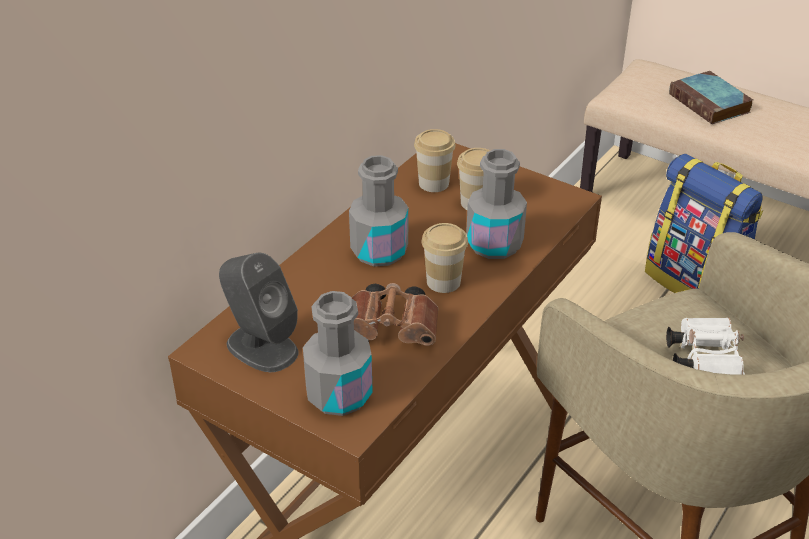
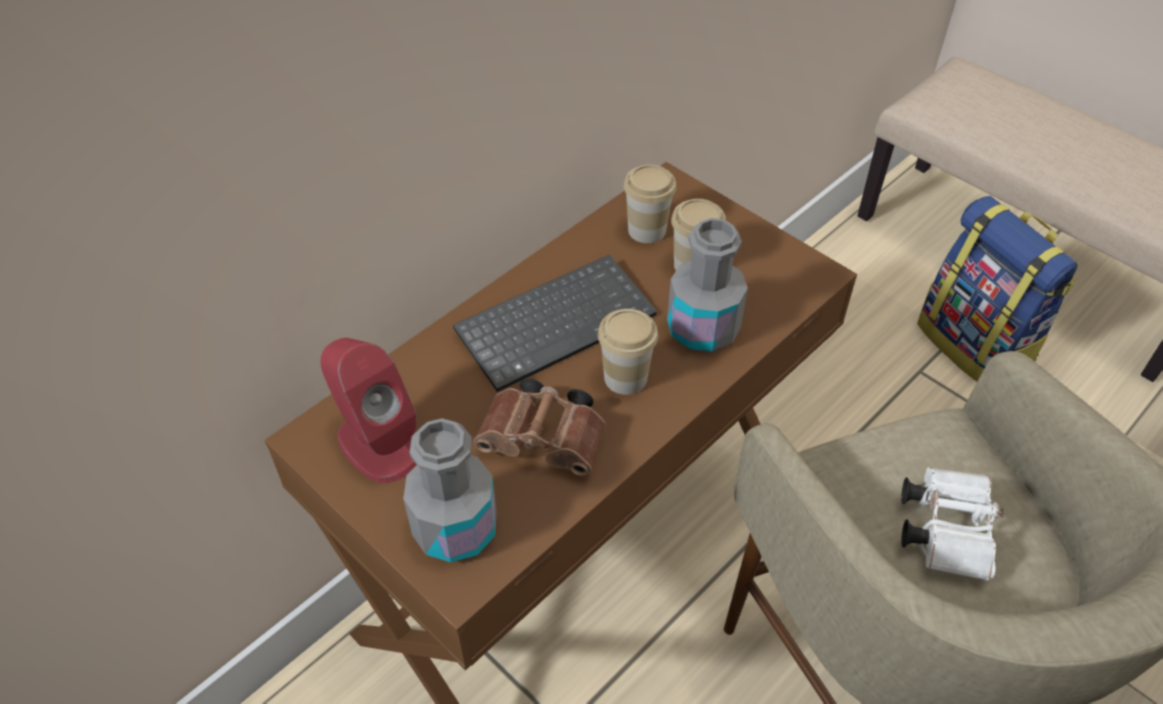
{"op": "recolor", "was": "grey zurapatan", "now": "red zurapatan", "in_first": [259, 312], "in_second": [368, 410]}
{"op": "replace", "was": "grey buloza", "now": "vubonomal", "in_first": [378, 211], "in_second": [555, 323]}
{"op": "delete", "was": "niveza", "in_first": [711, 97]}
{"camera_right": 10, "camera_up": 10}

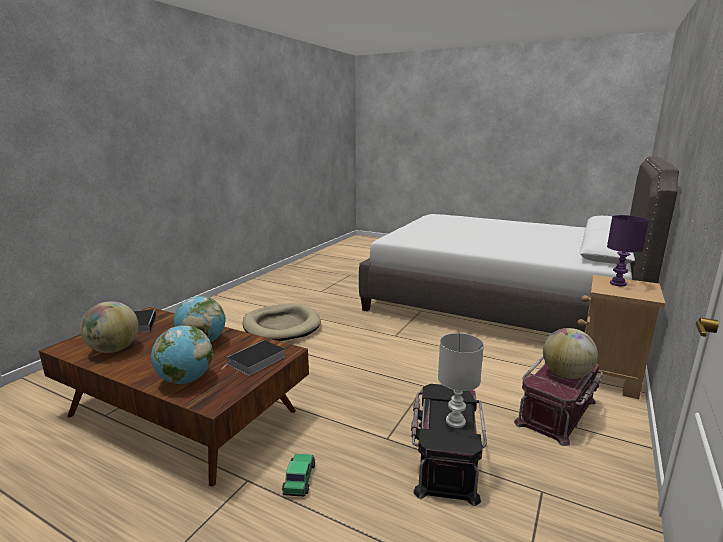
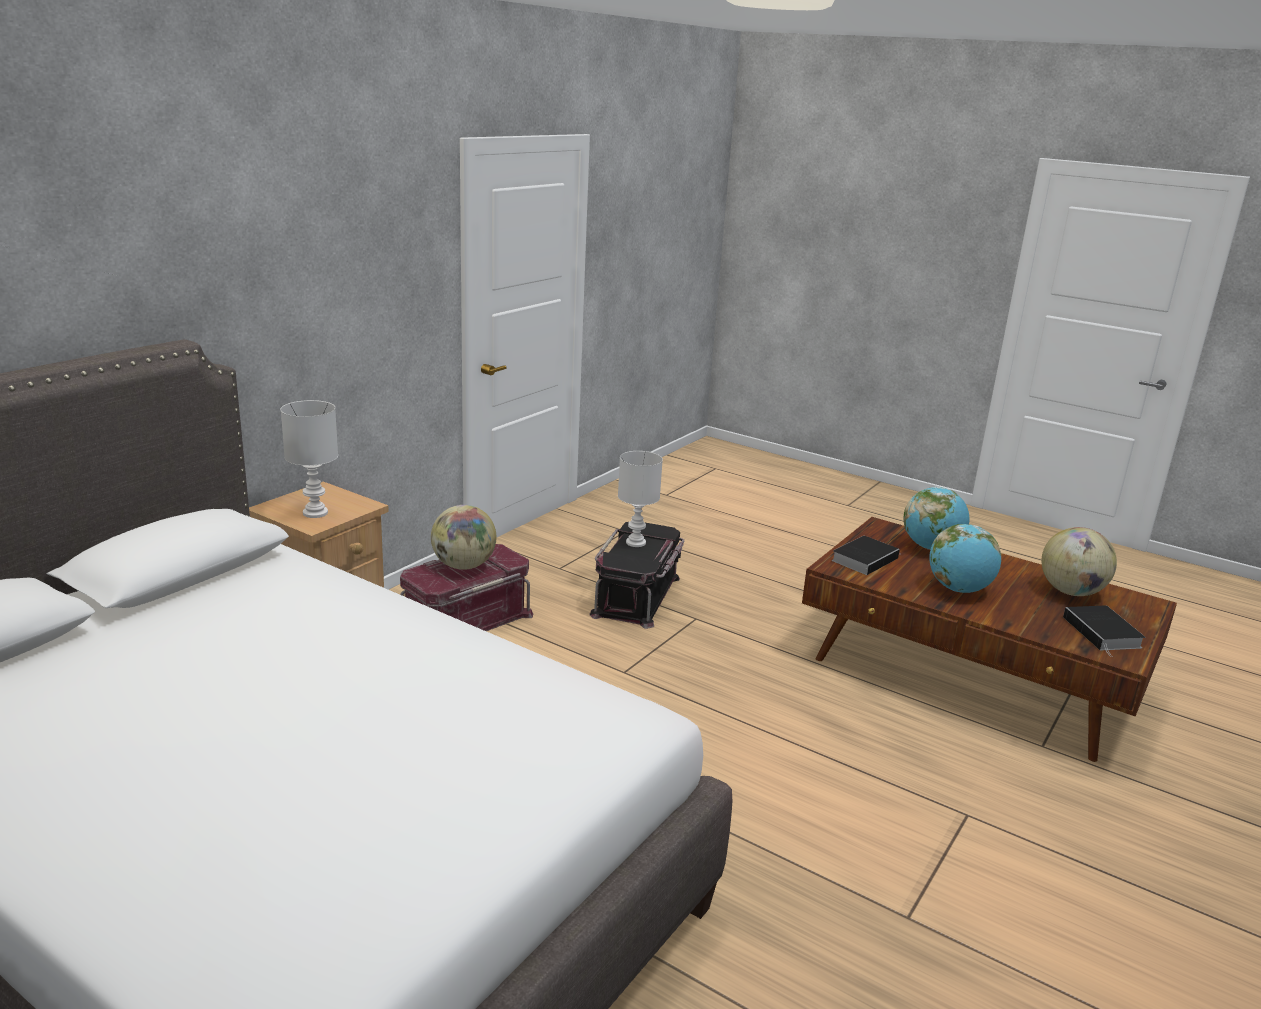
{"op": "delete", "was": "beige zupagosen", "in_first": [282, 322]}
{"op": "delete", "was": "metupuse", "in_first": [298, 475]}
{"op": "recolor", "was": "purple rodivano", "now": "white rodivano", "in_first": [628, 250], "in_second": [309, 459]}
{"camera_right": -175, "camera_up": 5}

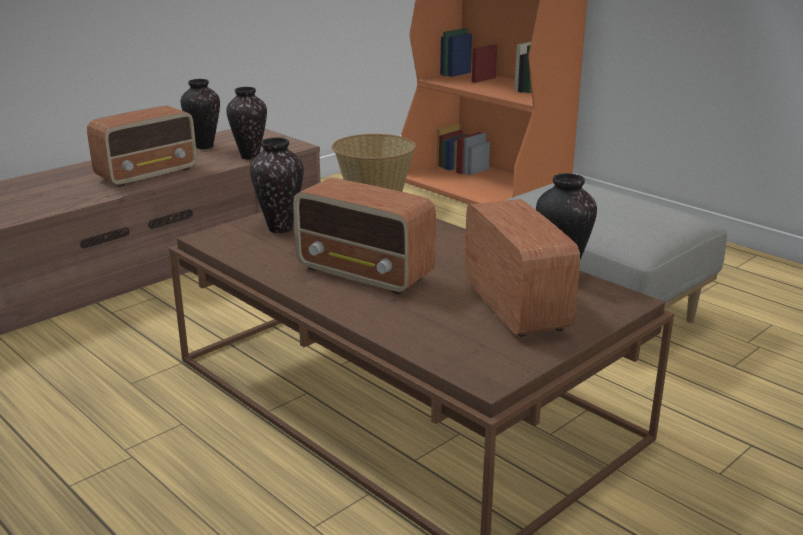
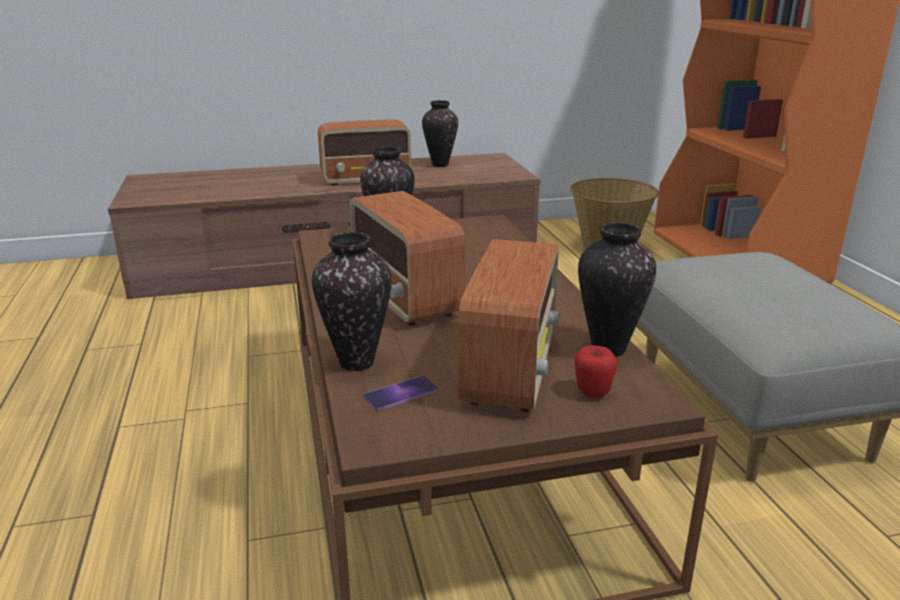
{"op": "move", "was": "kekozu", "in_first": [246, 123], "in_second": [352, 301]}
{"op": "insert", "now": "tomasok", "in_second": [400, 393]}
{"op": "insert", "now": "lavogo", "in_second": [596, 371]}
{"camera_right": 30, "camera_up": 0}

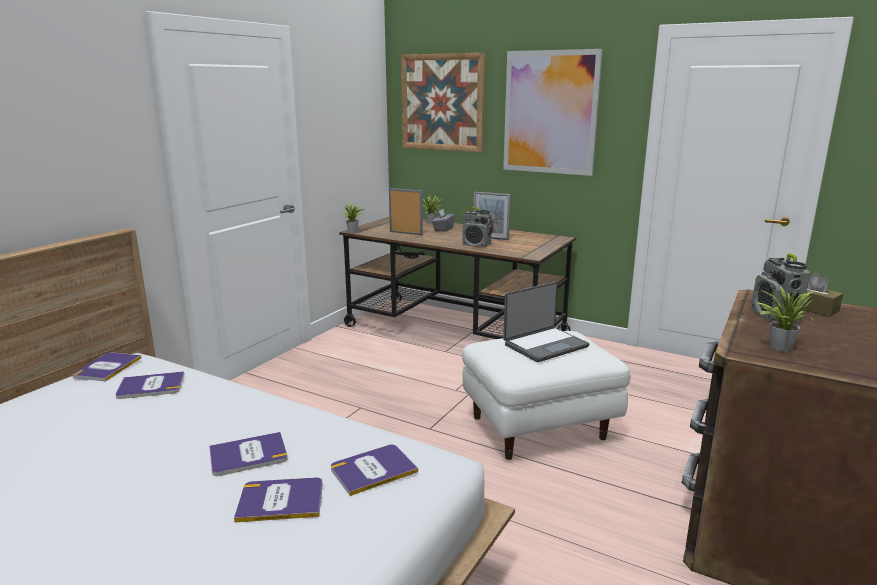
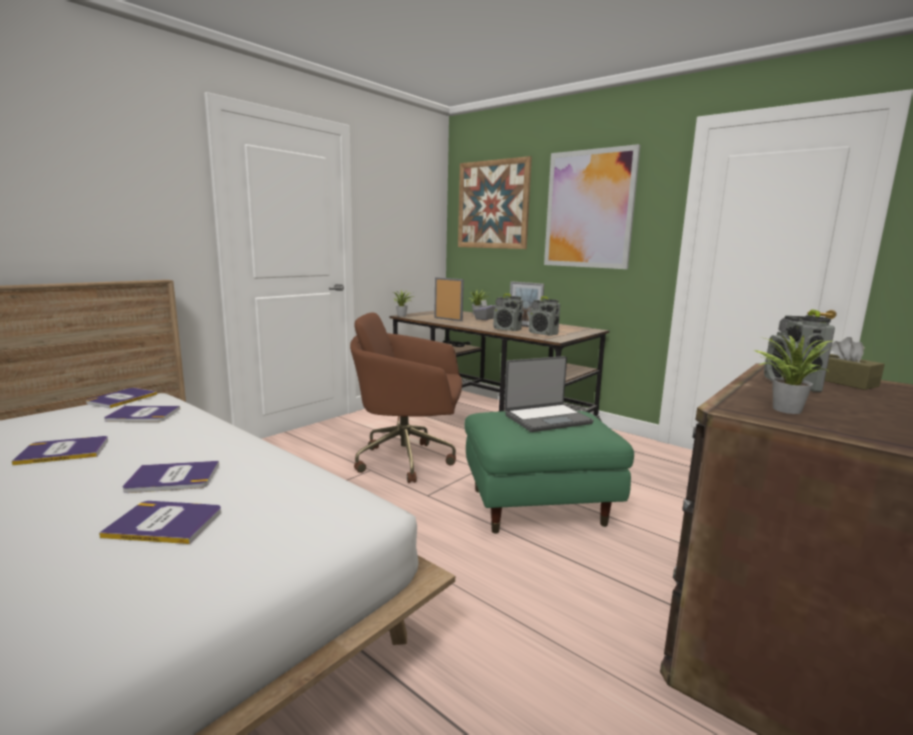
{"op": "move", "was": "niveza", "in_first": [374, 470], "in_second": [60, 450]}
{"op": "recolor", "was": "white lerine", "now": "green lerine", "in_first": [546, 395], "in_second": [549, 472]}
{"op": "insert", "now": "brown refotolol", "in_second": [406, 397]}
{"op": "insert", "now": "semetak", "in_second": [544, 316]}
{"camera_right": 10, "camera_up": -5}

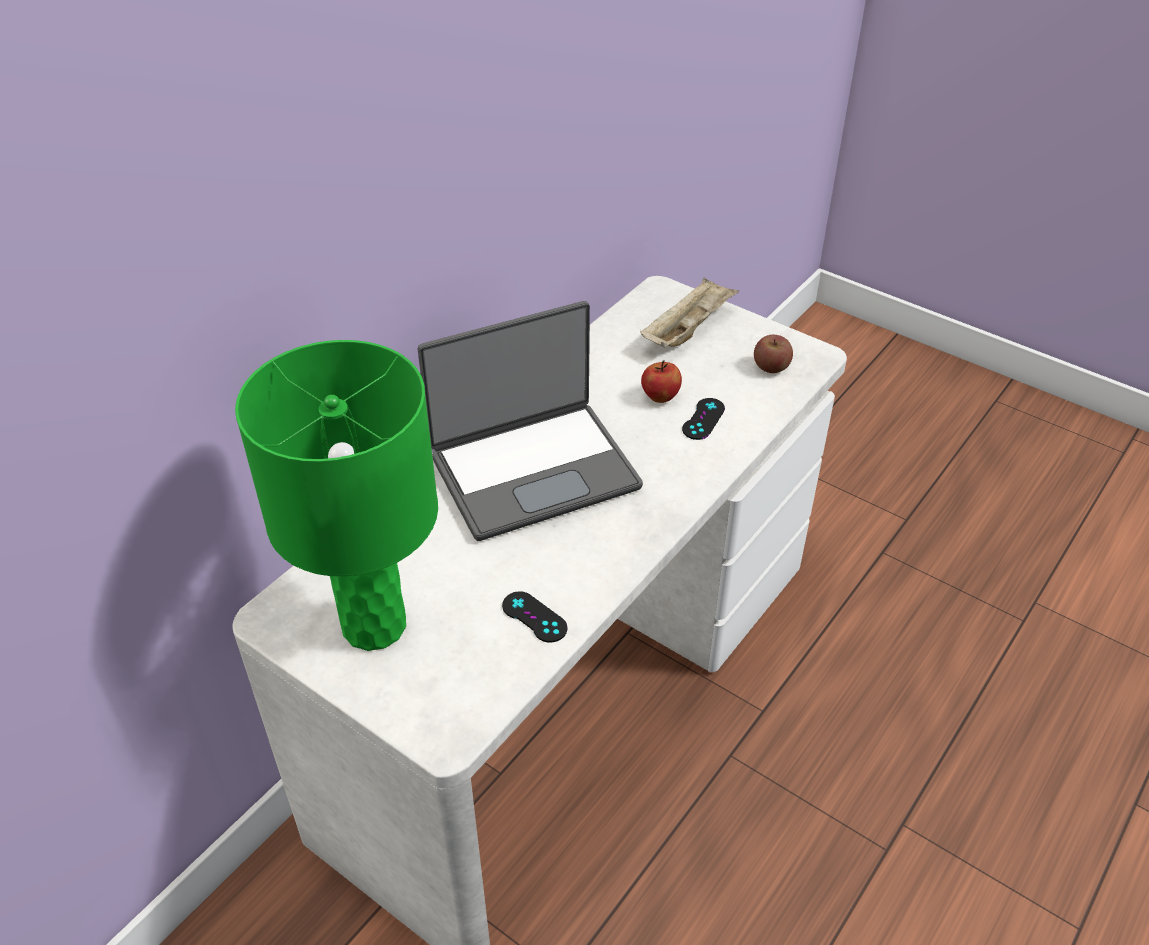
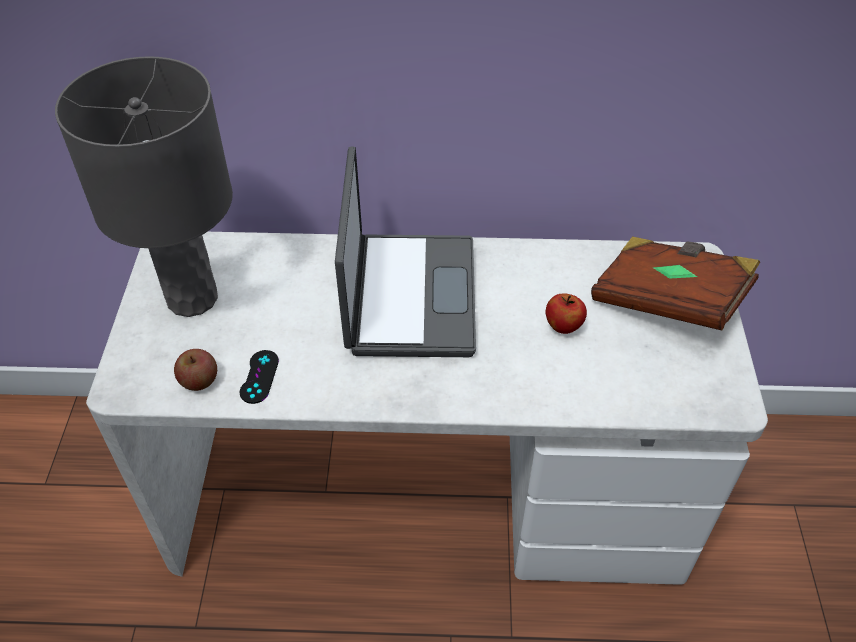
{"op": "recolor", "was": "green rodivano", "now": "grey rodivano", "in_first": [336, 495], "in_second": [144, 186]}
{"op": "rotate", "was": "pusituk", "in_first": [530, 421], "in_second": [405, 251], "clockwise": -120}
{"op": "replace", "was": "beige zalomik", "now": "brown niveza", "in_first": [689, 313], "in_second": [675, 283]}
{"op": "delete", "was": "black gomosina", "in_first": [703, 419]}
{"op": "move", "was": "lavogo", "in_first": [773, 354], "in_second": [195, 370]}
{"camera_right": 55, "camera_up": 5}

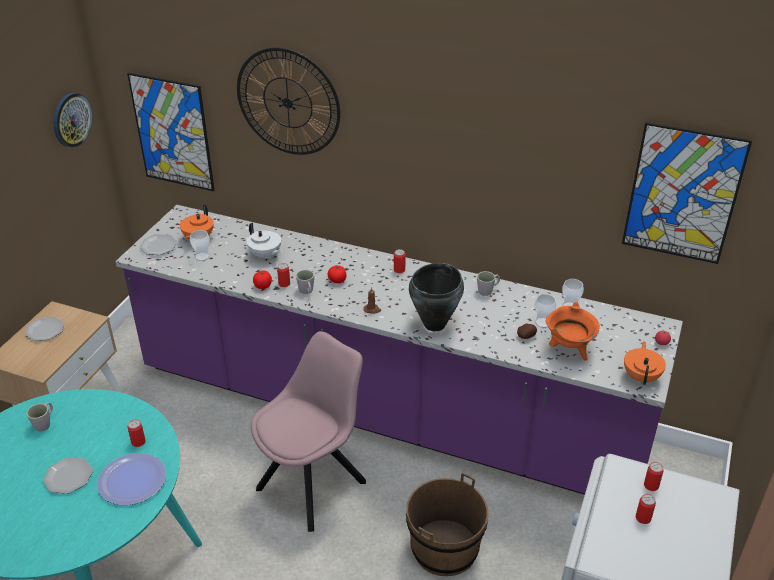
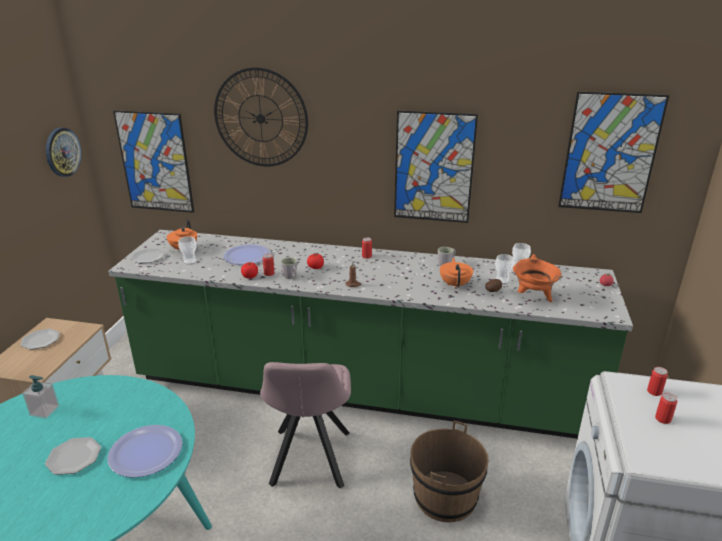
{"op": "replace", "was": "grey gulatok", "now": "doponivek", "in_first": [39, 417], "in_second": [40, 396]}
{"op": "recolor", "was": "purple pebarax", "now": "green pebarax", "in_first": [399, 350], "in_second": [371, 334]}
{"op": "delete", "was": "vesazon", "in_first": [136, 433]}
{"op": "replace", "was": "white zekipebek", "now": "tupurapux", "in_first": [264, 240], "in_second": [246, 254]}
{"op": "rotate", "was": "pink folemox", "in_first": [308, 431], "in_second": [305, 425], "clockwise": 150}
{"op": "delete", "was": "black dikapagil", "in_first": [436, 297]}
{"op": "move", "was": "orange zekipebek", "in_first": [645, 363], "in_second": [456, 273]}
{"op": "insert", "now": "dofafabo", "in_second": [436, 166]}
{"camera_right": -10, "camera_up": -10}

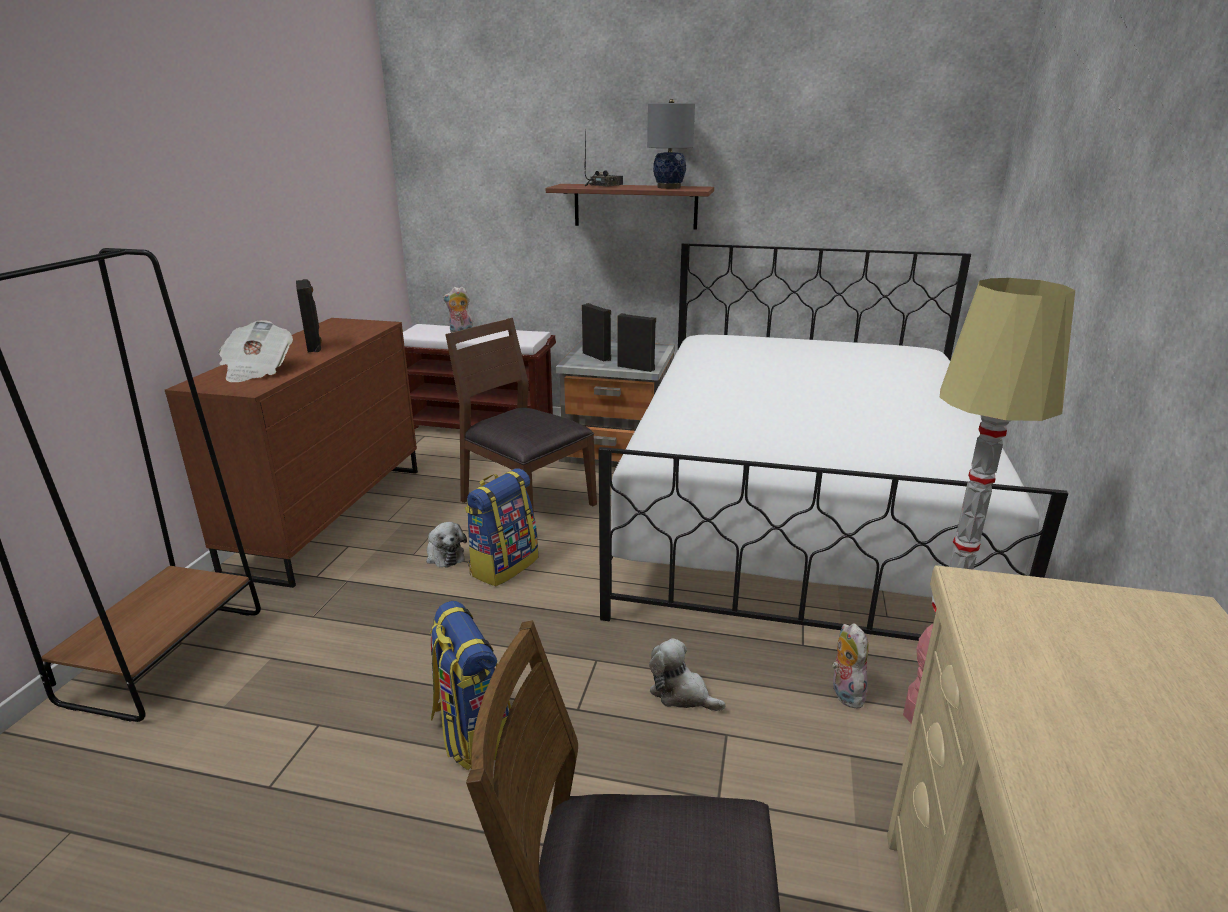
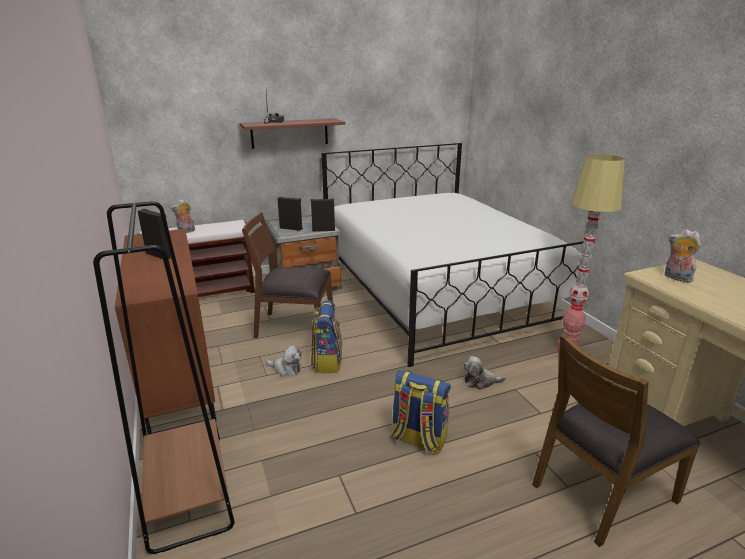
{"op": "delete", "was": "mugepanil", "in_first": [256, 351]}
{"op": "delete", "was": "grey rodivano", "in_first": [671, 144]}
{"op": "move", "was": "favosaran", "in_first": [850, 666], "in_second": [683, 256]}
{"camera_right": -35, "camera_up": 0}

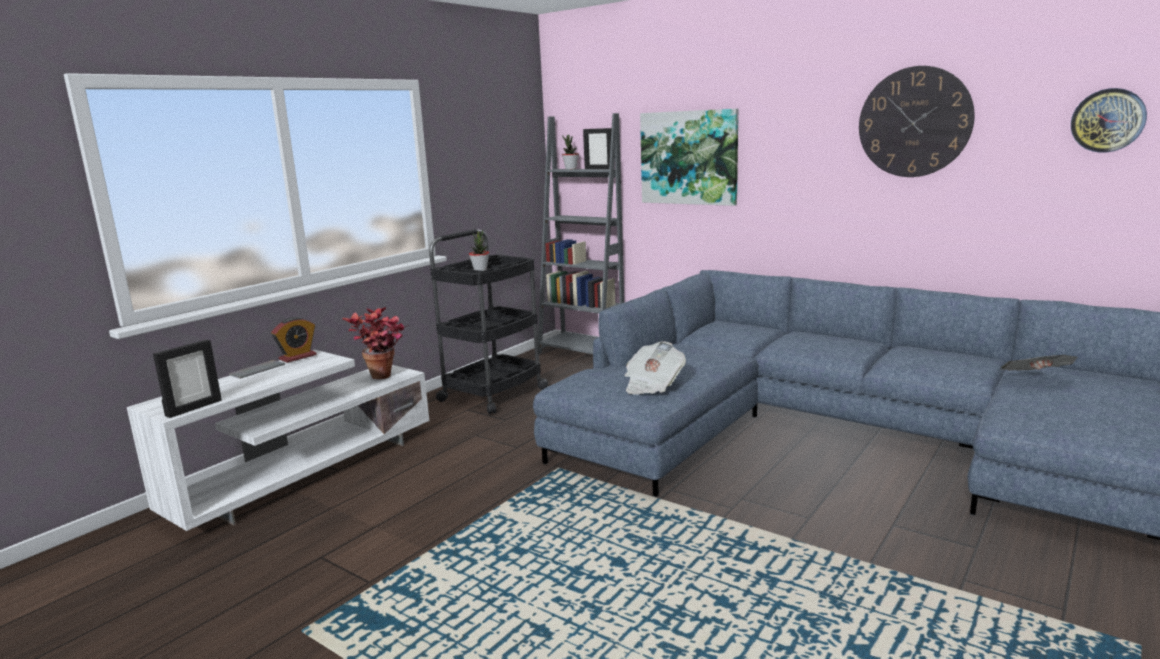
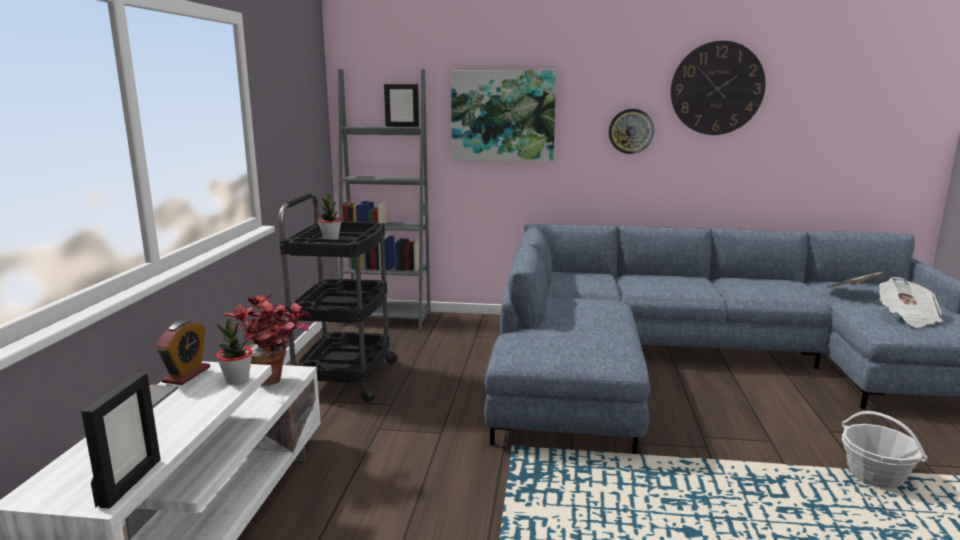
{"op": "move", "was": "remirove", "in_first": [570, 152], "in_second": [234, 352]}
{"op": "move", "was": "mugepanil", "in_first": [655, 368], "in_second": [911, 302]}
{"op": "move", "was": "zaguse", "in_first": [1109, 120], "in_second": [631, 131]}
{"op": "insert", "now": "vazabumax", "in_second": [885, 449]}
{"camera_right": -30, "camera_up": 0}

